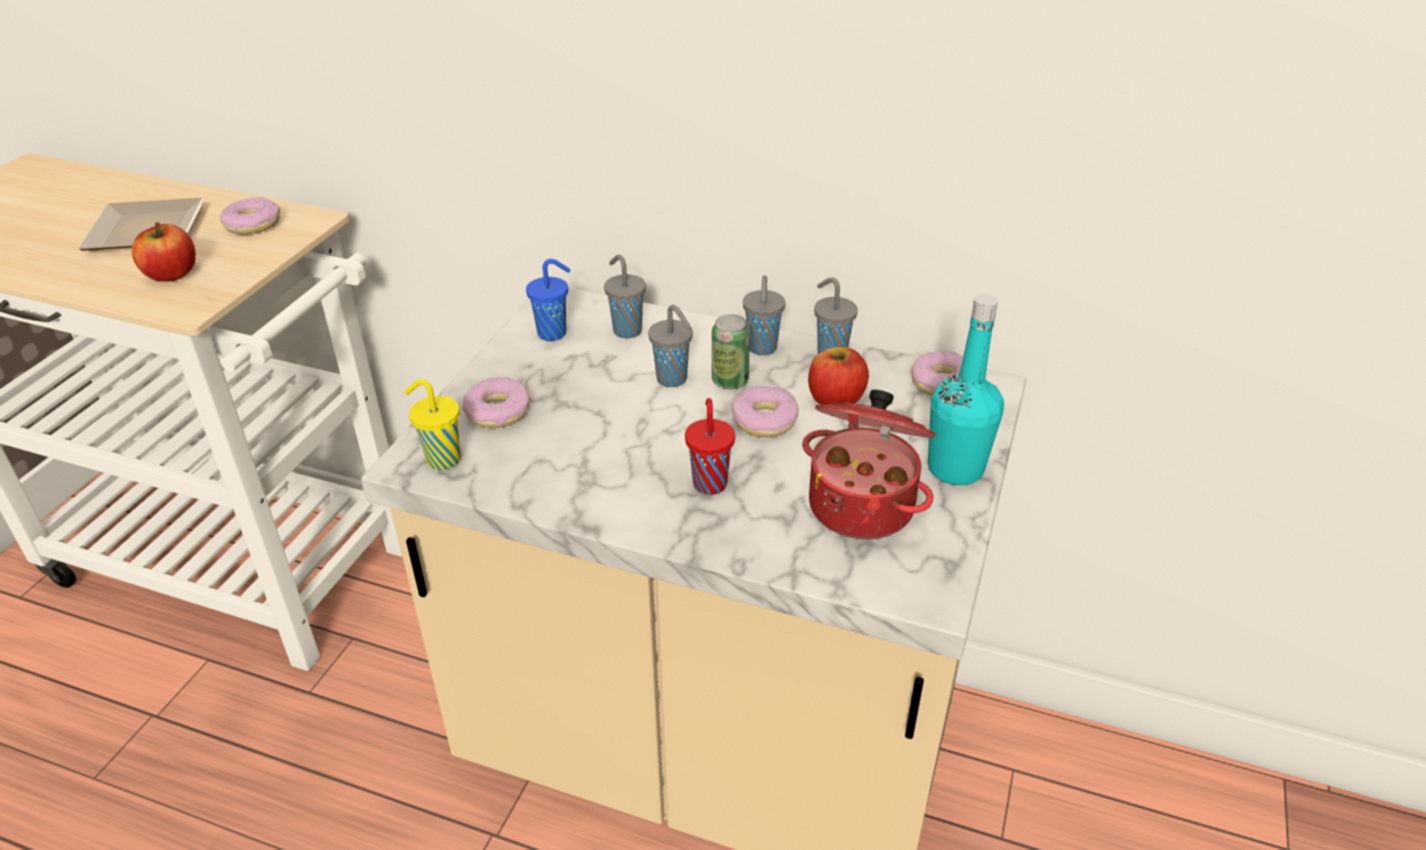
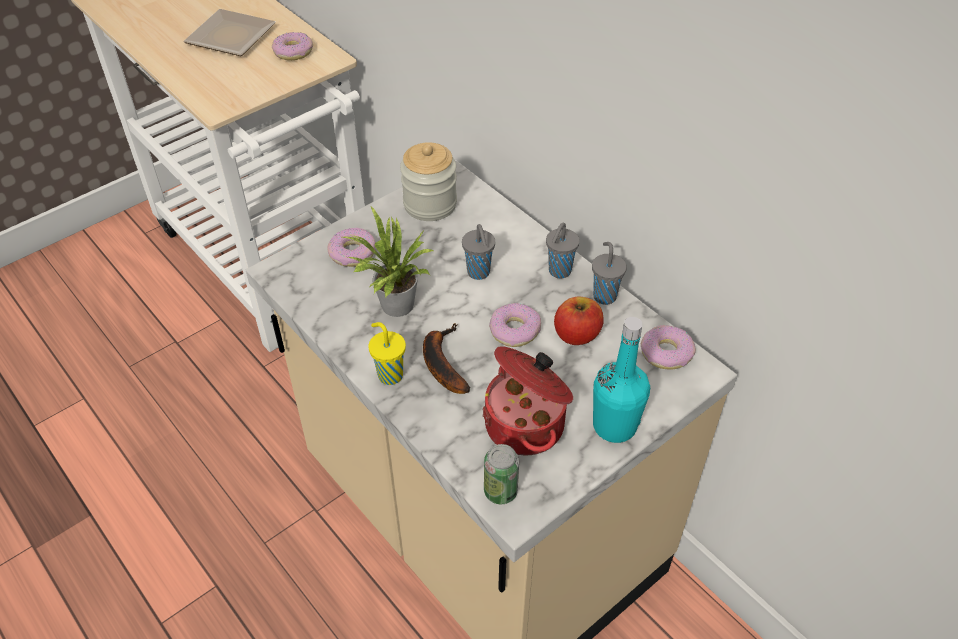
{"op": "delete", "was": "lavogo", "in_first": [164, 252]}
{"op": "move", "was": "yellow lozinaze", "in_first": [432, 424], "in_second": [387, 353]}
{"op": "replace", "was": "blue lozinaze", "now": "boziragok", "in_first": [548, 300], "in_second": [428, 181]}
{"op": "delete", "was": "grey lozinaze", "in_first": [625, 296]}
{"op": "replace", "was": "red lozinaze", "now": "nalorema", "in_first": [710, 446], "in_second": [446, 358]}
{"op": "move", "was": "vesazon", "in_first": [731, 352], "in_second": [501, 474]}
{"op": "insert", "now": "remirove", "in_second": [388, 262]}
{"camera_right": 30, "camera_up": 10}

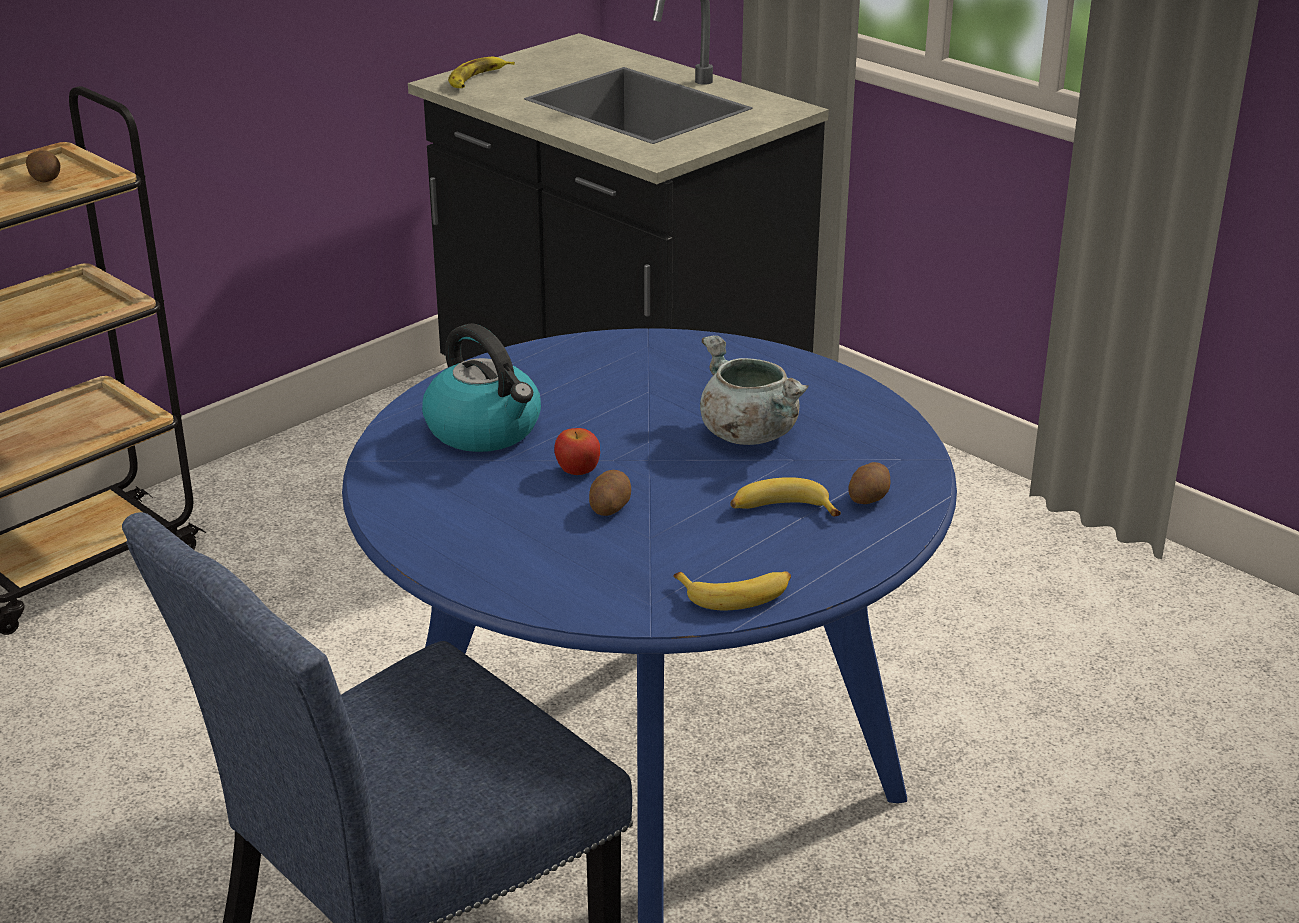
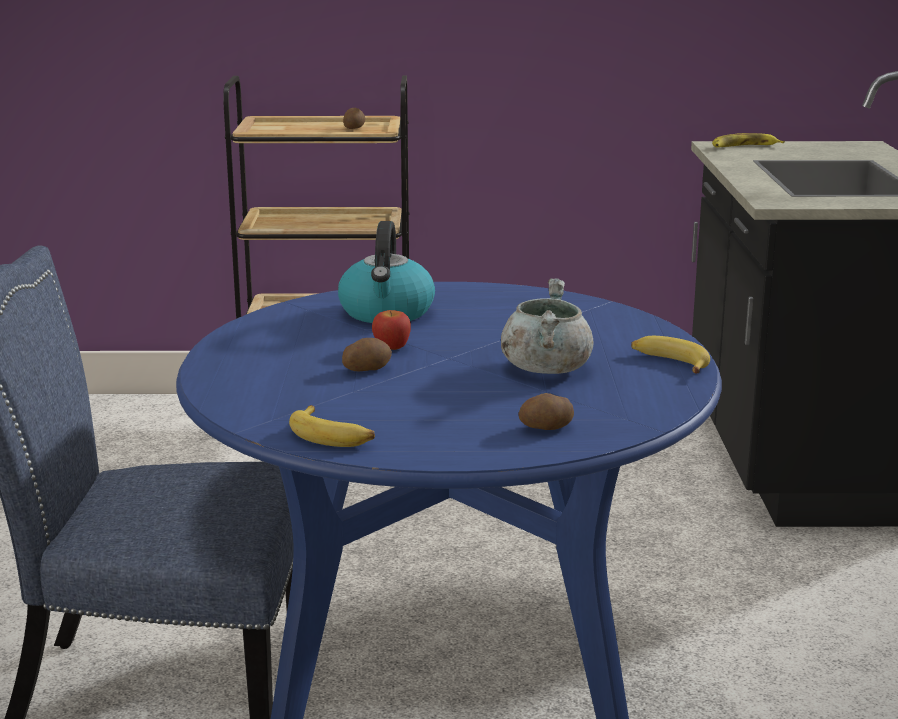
{"op": "move", "was": "nalorema", "in_first": [785, 496], "in_second": [670, 354]}
{"camera_right": 45, "camera_up": -10}

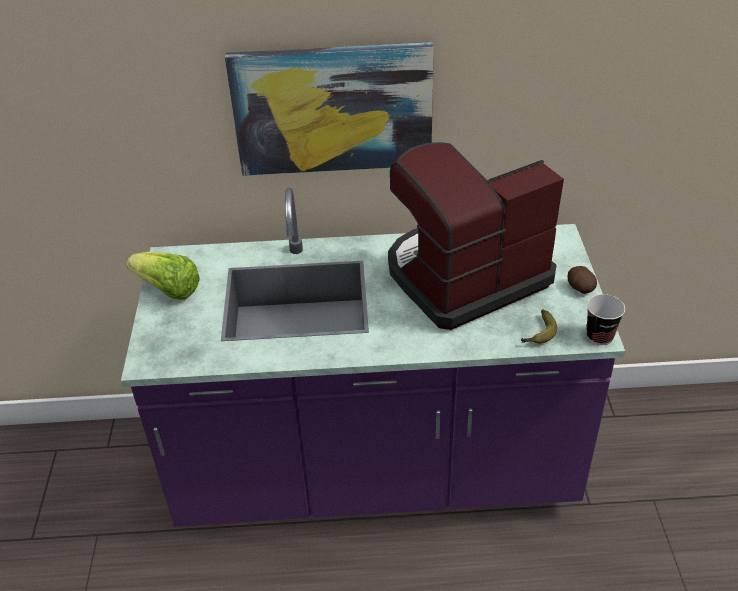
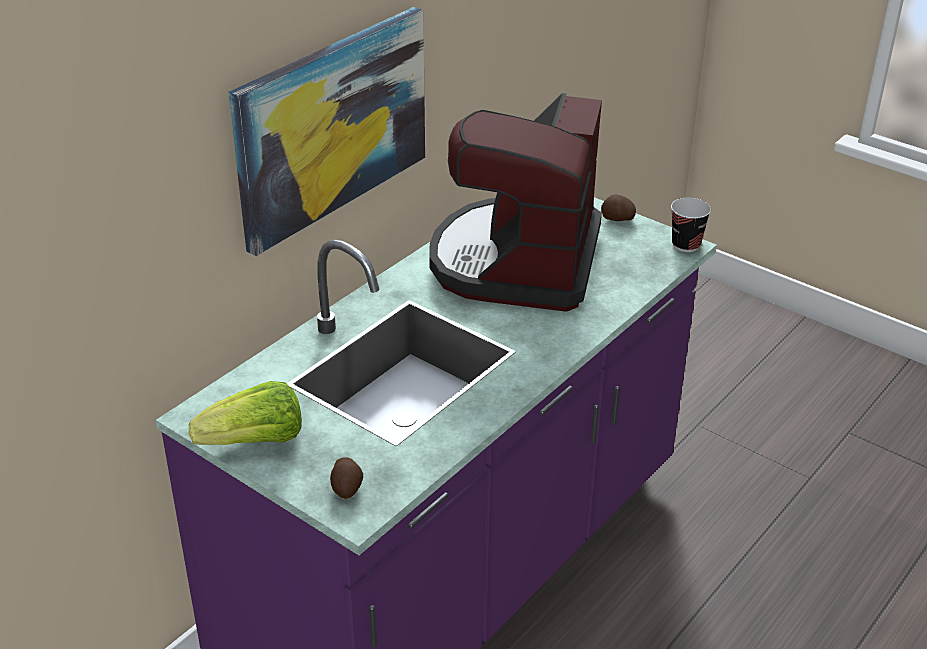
{"op": "delete", "was": "nalorema", "in_first": [539, 326]}
{"op": "insert", "now": "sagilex", "in_second": [346, 478]}
{"camera_right": -50, "camera_up": -5}

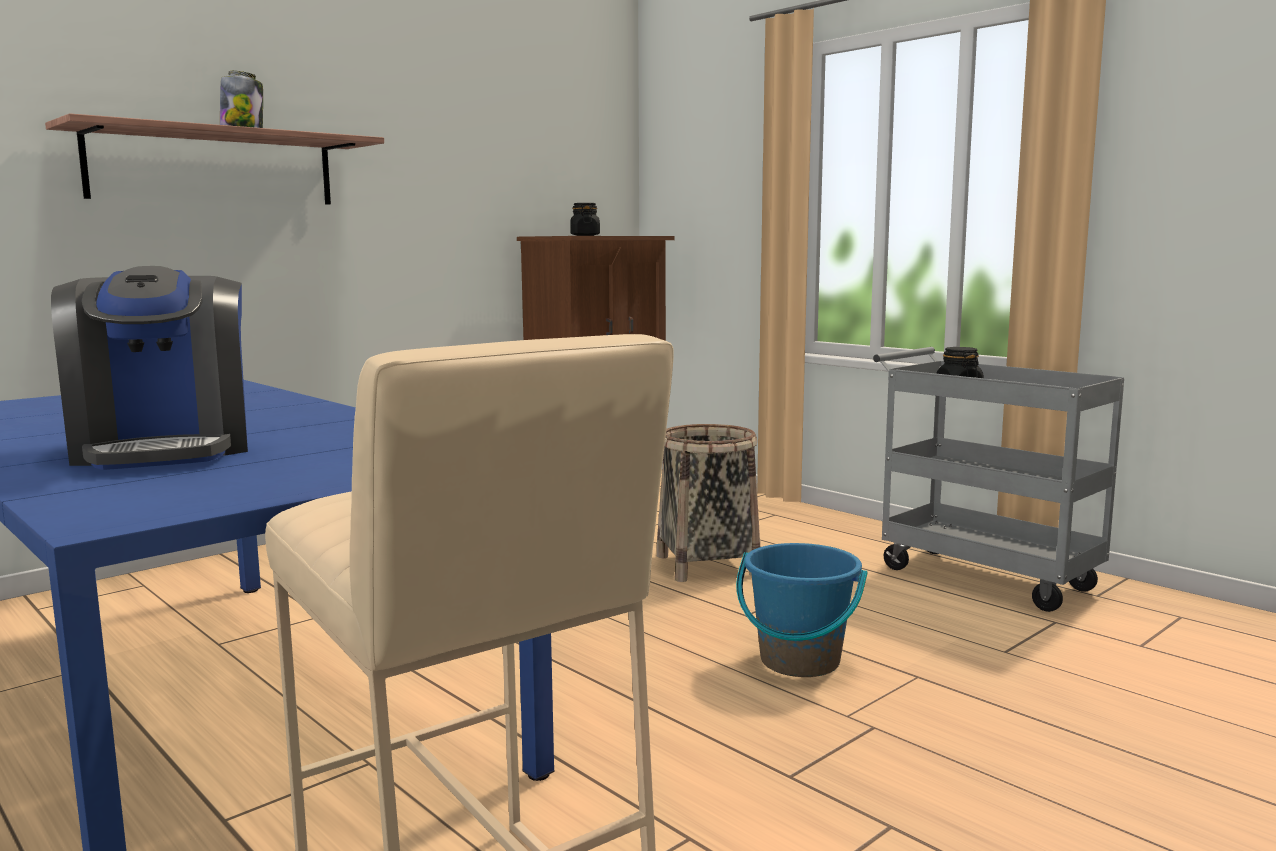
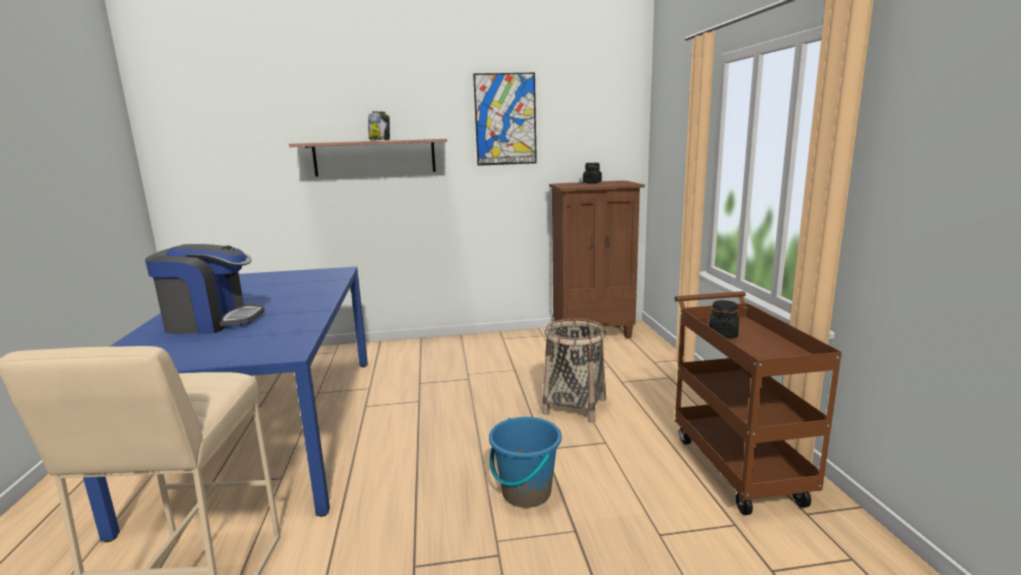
{"op": "rotate", "was": "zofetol", "in_first": [149, 368], "in_second": [204, 289], "clockwise": -105}
{"op": "recolor", "was": "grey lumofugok", "now": "brown lumofugok", "in_first": [998, 479], "in_second": [758, 403]}
{"op": "insert", "now": "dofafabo", "in_second": [505, 119]}
{"camera_right": 35, "camera_up": 5}

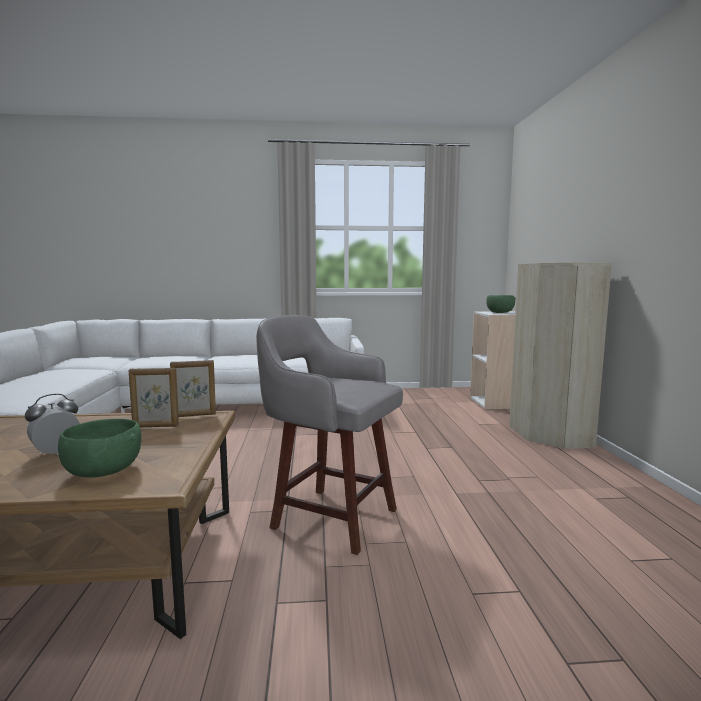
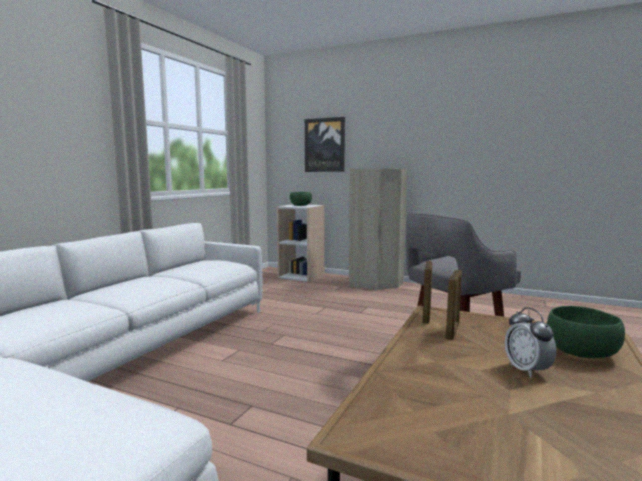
{"op": "insert", "now": "dofafabo", "in_second": [325, 144]}
{"camera_right": -60, "camera_up": 0}

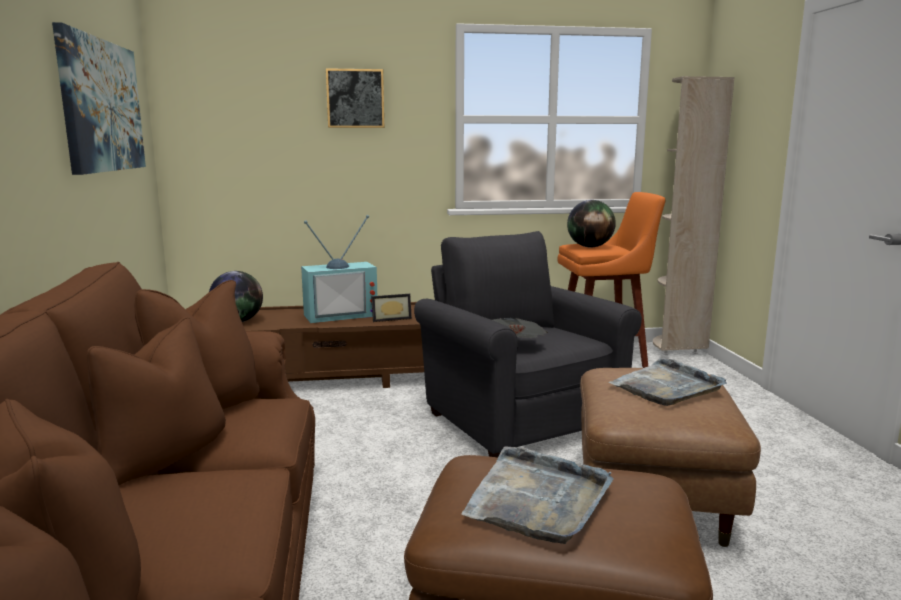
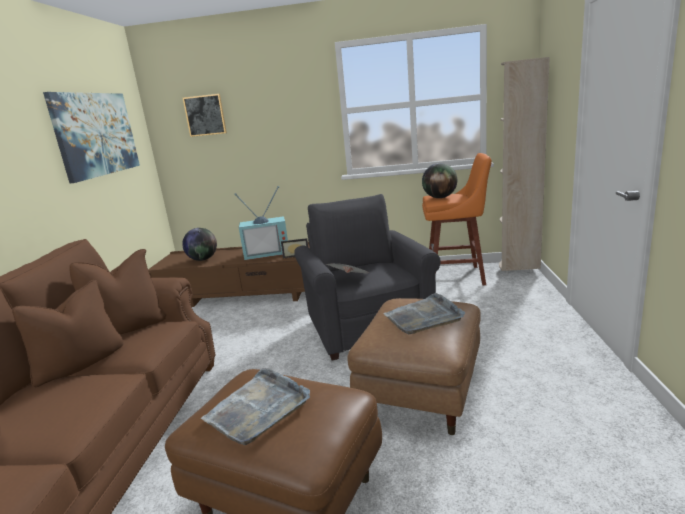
{"op": "move", "was": "dofafabo", "in_first": [355, 98], "in_second": [205, 115]}
{"camera_right": 15, "camera_up": 5}

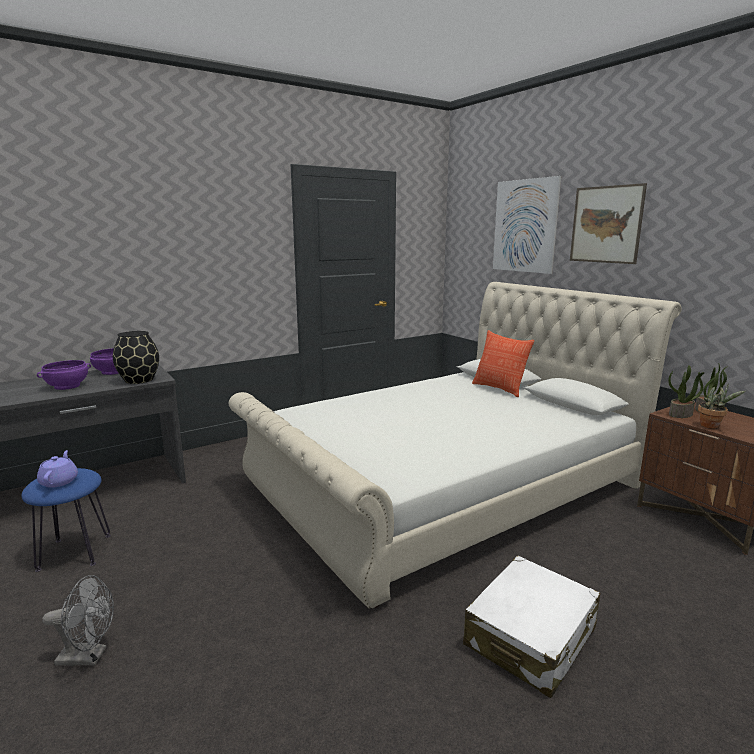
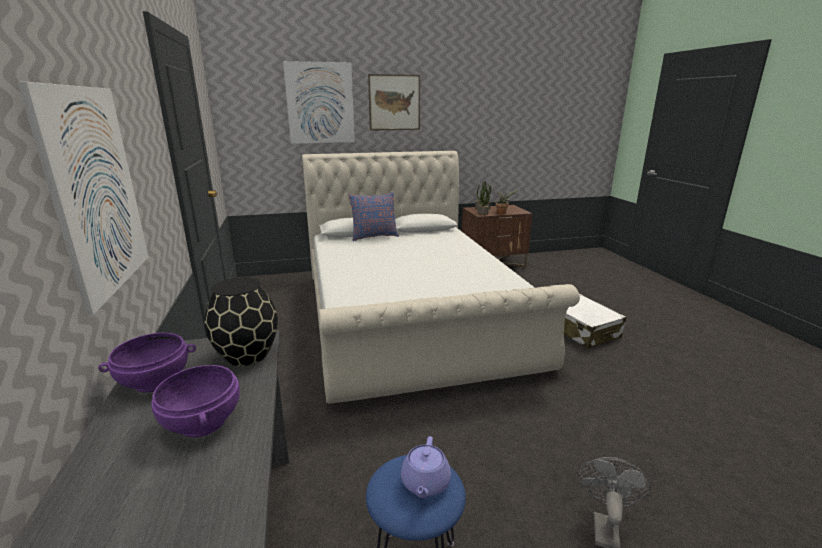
{"op": "rotate", "was": "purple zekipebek", "in_first": [57, 469], "in_second": [426, 467], "clockwise": -90}
{"op": "recolor", "was": "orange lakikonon", "now": "blue lakikonon", "in_first": [503, 363], "in_second": [373, 216]}
{"op": "insert", "now": "dofafabo", "in_second": [83, 199]}
{"camera_right": -70, "camera_up": 5}

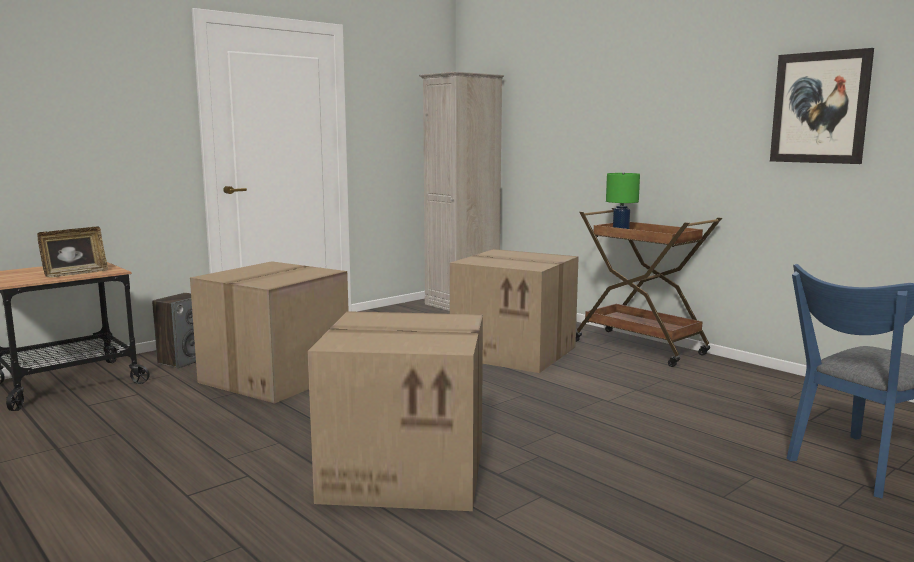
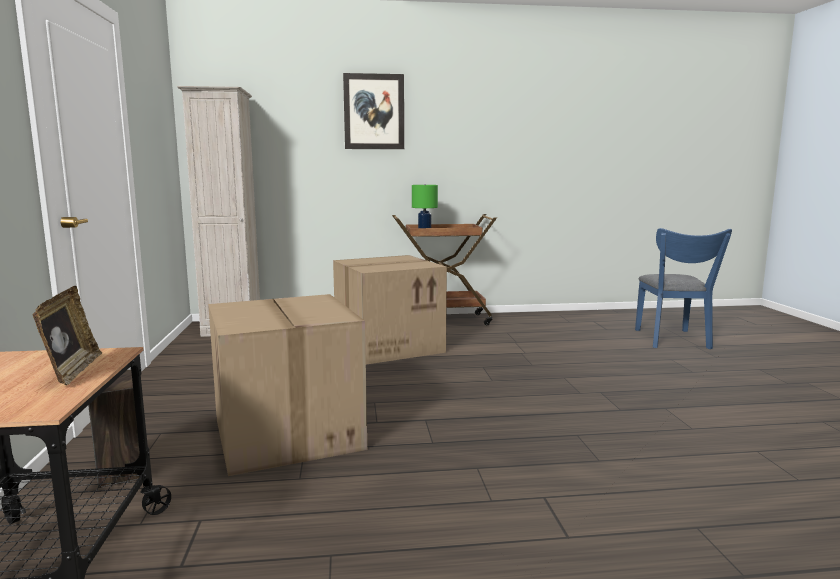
{"op": "delete", "was": "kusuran", "in_first": [395, 411]}
{"op": "move", "was": "dofafabo", "in_first": [822, 106], "in_second": [373, 111]}
{"camera_right": -55, "camera_up": 0}

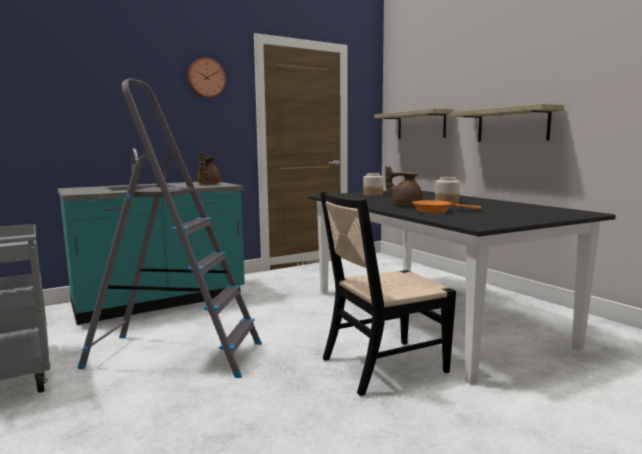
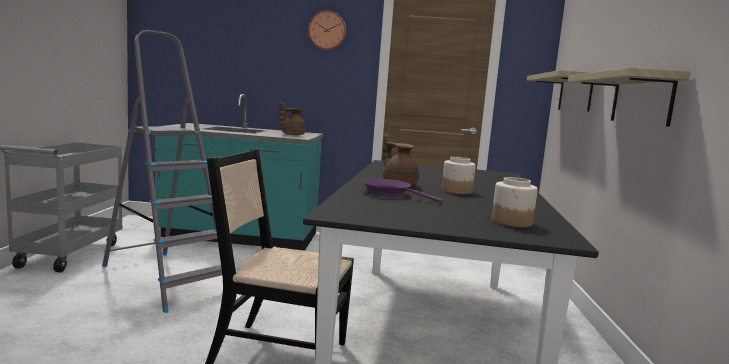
{"op": "move", "was": "boziragok", "in_first": [373, 184], "in_second": [515, 202]}
{"op": "recolor", "was": "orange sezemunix", "now": "purple sezemunix", "in_first": [446, 206], "in_second": [402, 191]}
{"camera_right": 35, "camera_up": 0}

